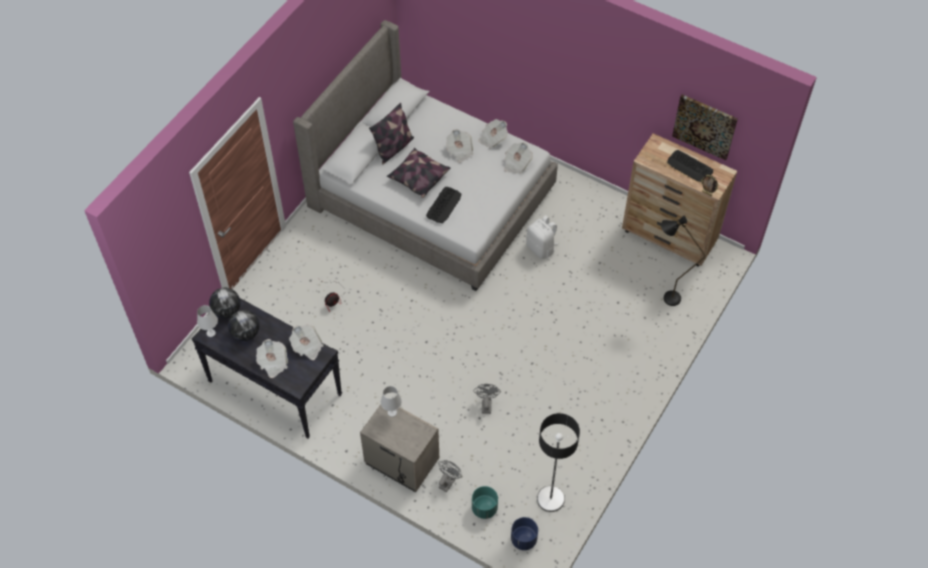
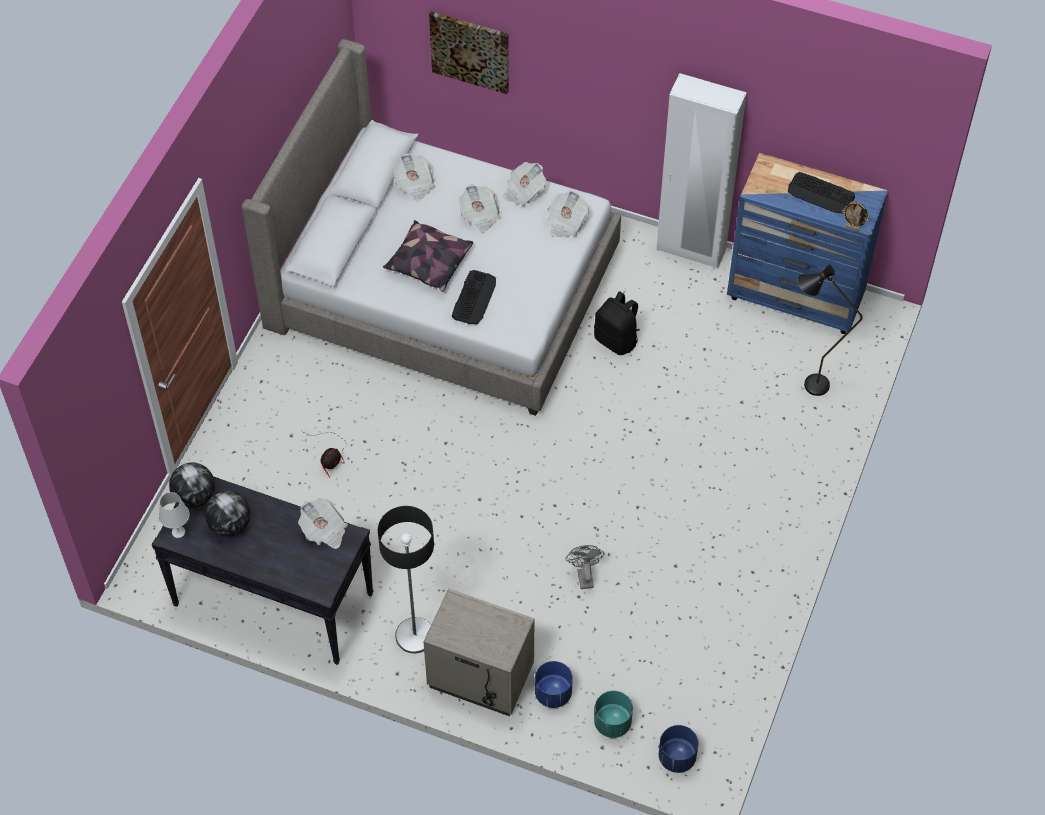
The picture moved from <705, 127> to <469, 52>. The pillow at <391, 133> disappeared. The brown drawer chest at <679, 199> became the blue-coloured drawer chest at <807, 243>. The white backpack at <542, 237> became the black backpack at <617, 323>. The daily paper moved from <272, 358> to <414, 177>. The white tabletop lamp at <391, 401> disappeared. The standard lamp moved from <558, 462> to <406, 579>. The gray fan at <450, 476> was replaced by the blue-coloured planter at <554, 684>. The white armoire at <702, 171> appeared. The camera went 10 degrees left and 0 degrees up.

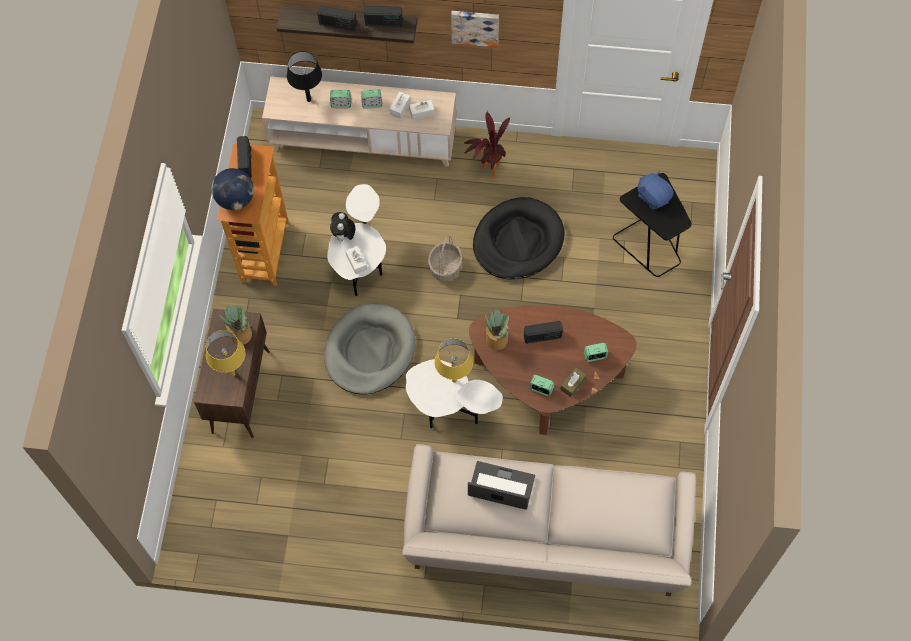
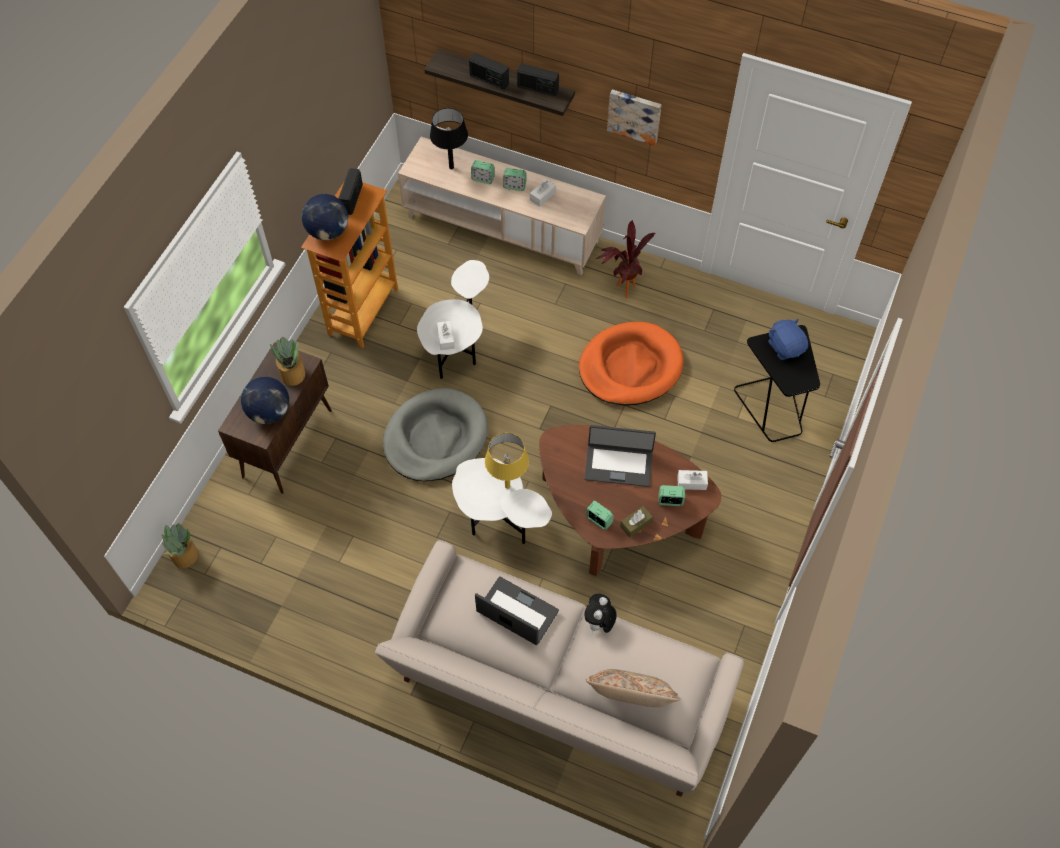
The white box of tissues moved from <422, 110> to <692, 480>. The black pet bed at <518, 238> became the orangey pet bed at <631, 364>. The cuddly toy moved from <342, 227> to <601, 613>. The storage basket at <445, 258> disappeared. The houseplant moved from <497, 330> to <180, 546>. The radio at <543, 332> was replaced by the portable computer at <620, 456>. The yellow tabletop lamp at <226, 353> was replaced by the world globe at <265, 400>. The beige pillow at <633, 688> appeared. The camera went 15 degrees right and 5 degrees down.

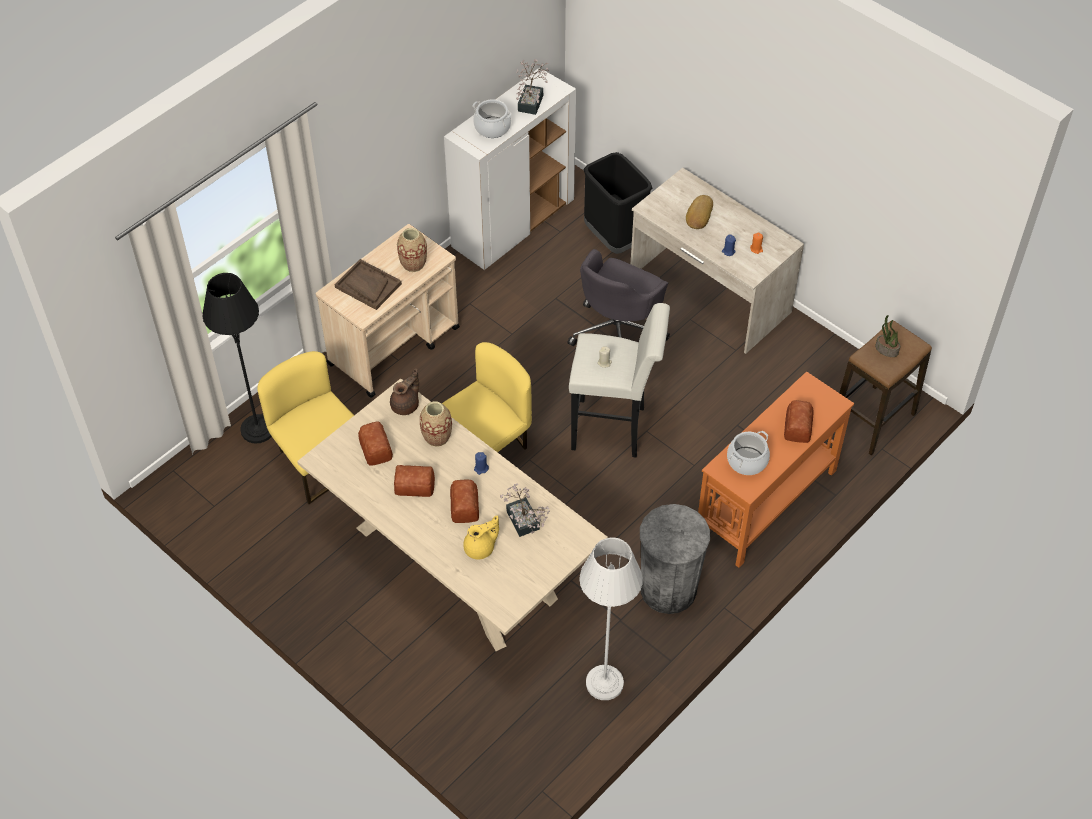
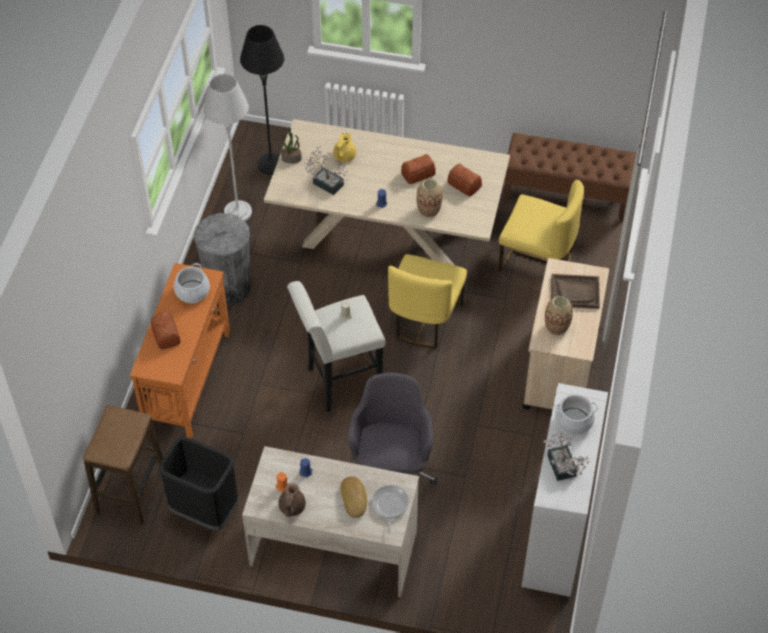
The black trash can moved from <618, 203> to <198, 483>. The black standard lamp moved from <237, 358> to <262, 100>. The houseplant moved from <887, 336> to <291, 145>. The brown pot for tea moved from <404, 392> to <292, 500>. The baked bread at <464, 501> disappeared. The brown indoor bench at <570, 177> appeared. The pan at <390, 509> appeared. The camera went 150 degrees right and 0 degrees up.

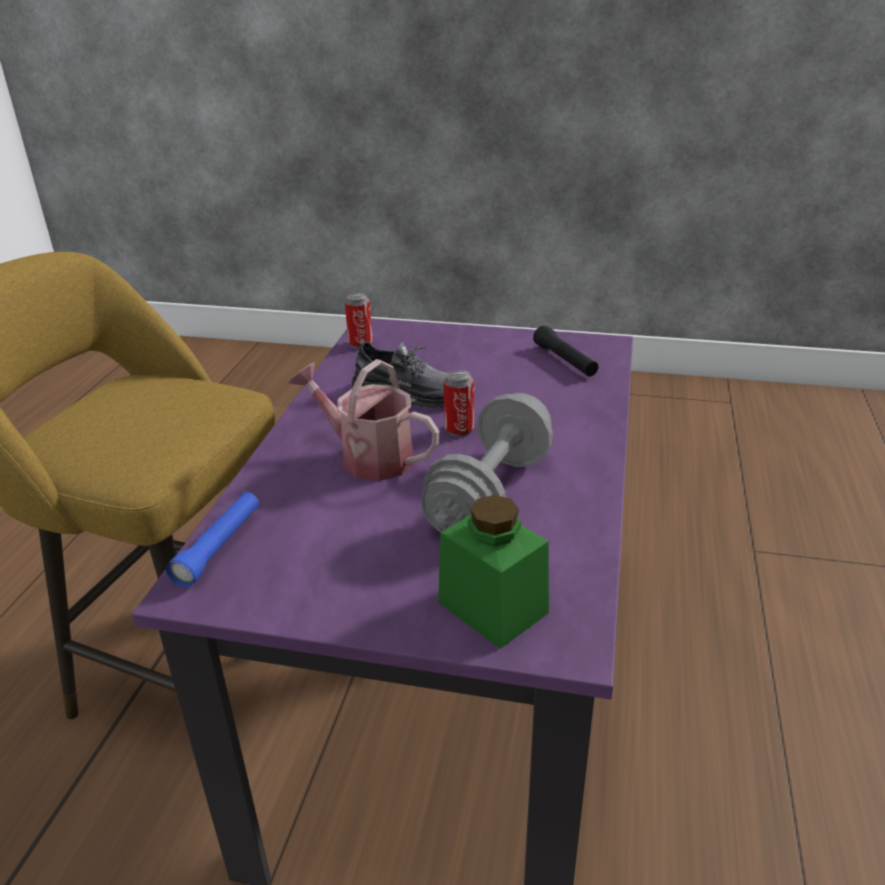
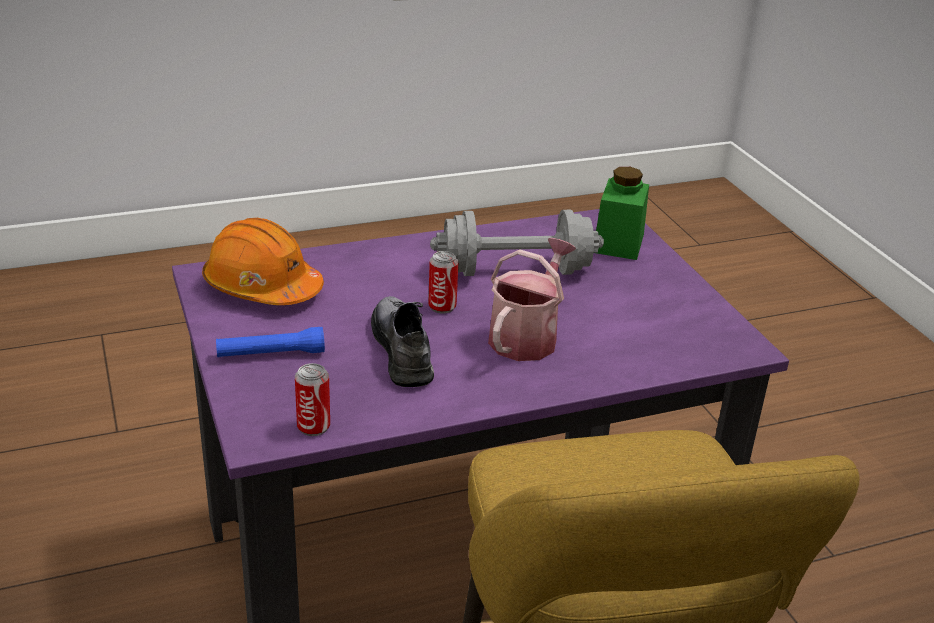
The black hand torch at <565, 351> was replaced by the orangey hard hat at <263, 261>. The watering can at <364, 420> turned 150 degrees counterclockwise. The blue-coloured hand torch moved from <212, 540> to <270, 342>. The camera went 125 degrees left and 0 degrees up.

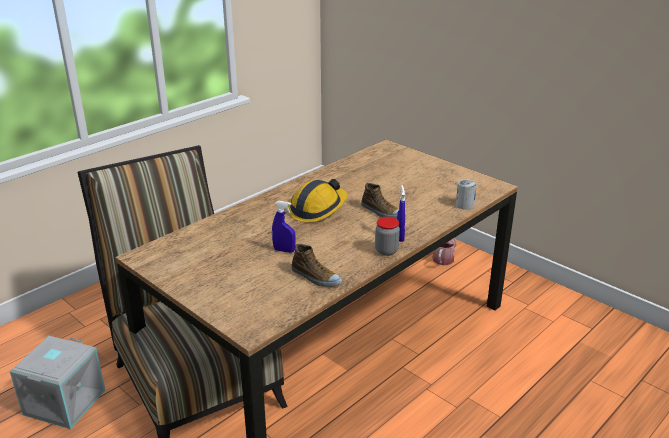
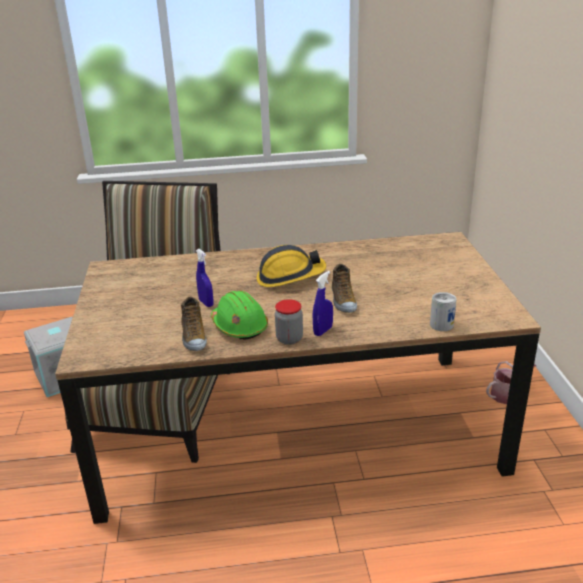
The green-coloured hard hat at <239, 315> appeared. The camera went 40 degrees right and 0 degrees up.

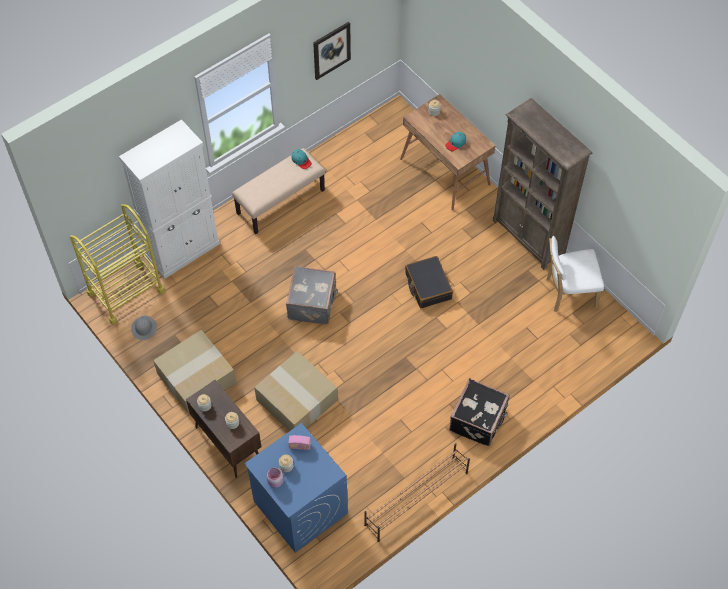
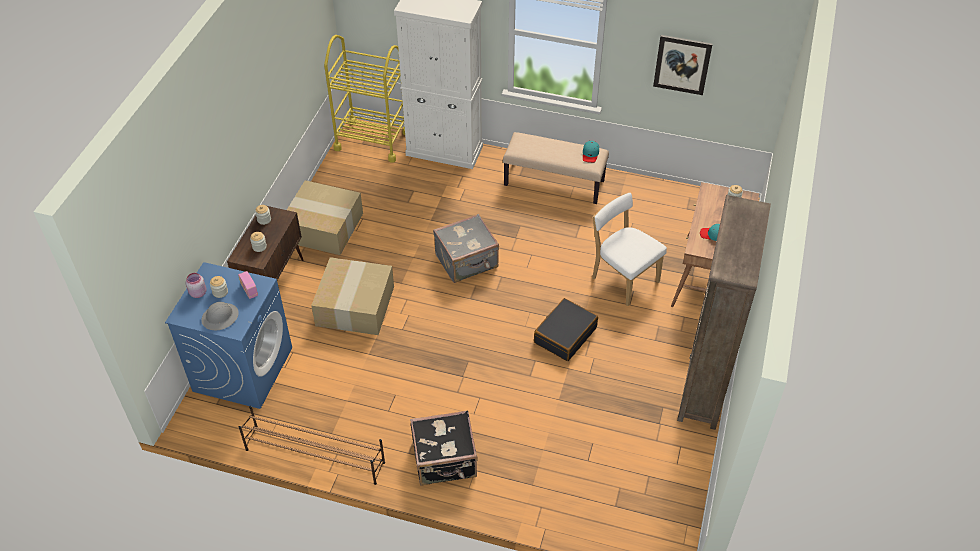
The white upright chair moved from <575, 274> to <629, 249>. The gray hard hat moved from <144, 328> to <220, 316>. The camera went 55 degrees right and 10 degrees down.

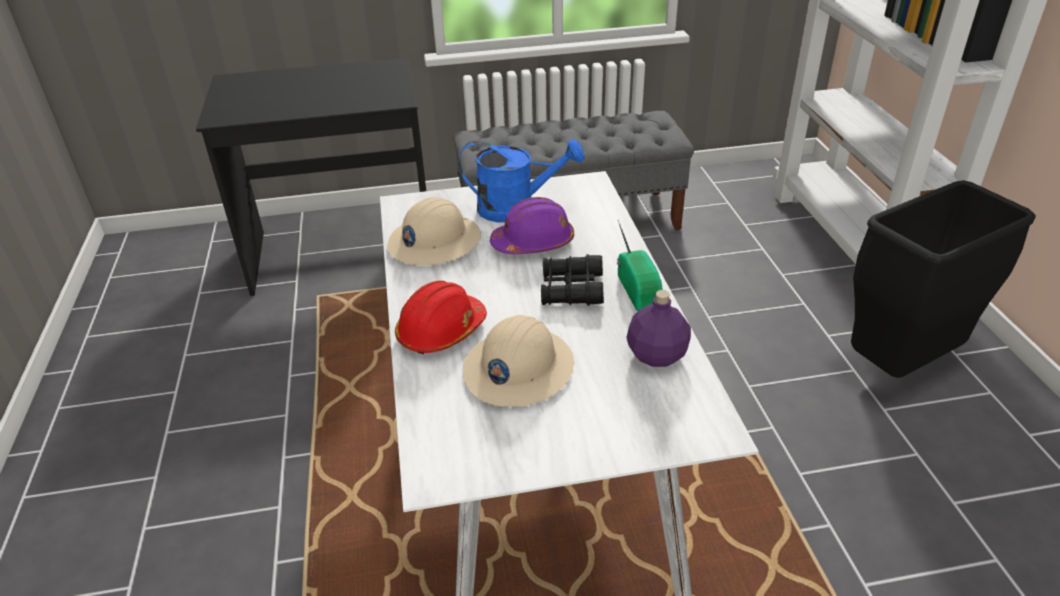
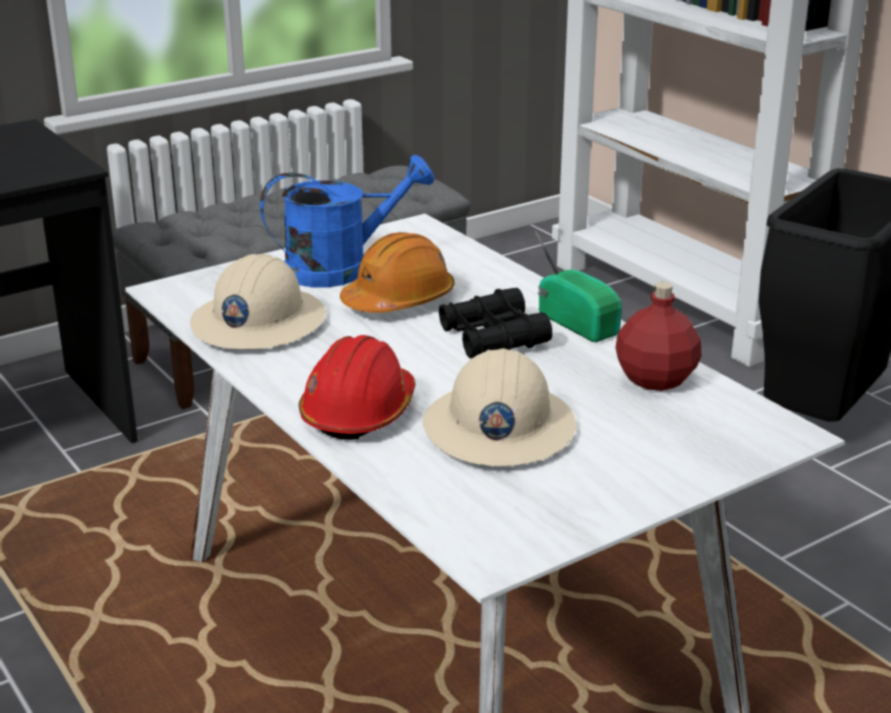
The purple-coloured hard hat at <532, 225> became the orangey hard hat at <397, 272>. The purple-coloured bottle at <658, 328> became the reddish bottle at <658, 336>. The camera went 25 degrees left and 10 degrees down.

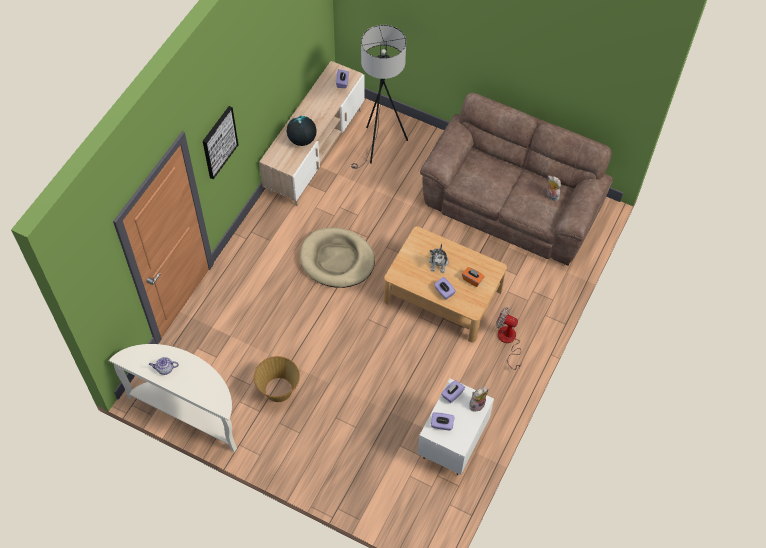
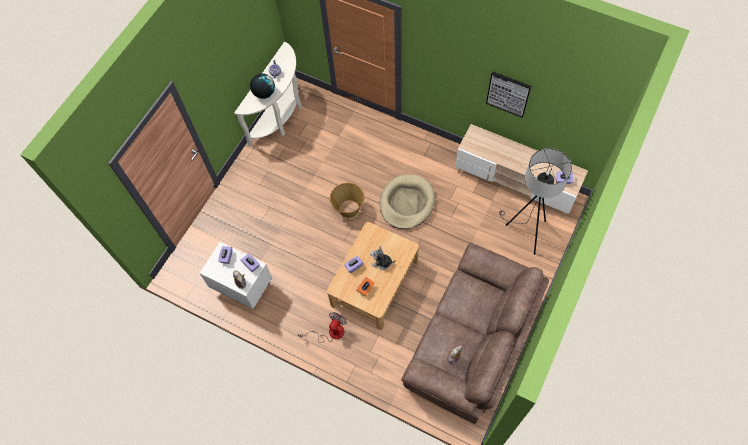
The picture moved from <220, 142> to <508, 95>. The world globe moved from <302, 131> to <262, 86>. The storage basket moved from <277, 379> to <347, 200>. The camera went 95 degrees right and 5 degrees up.

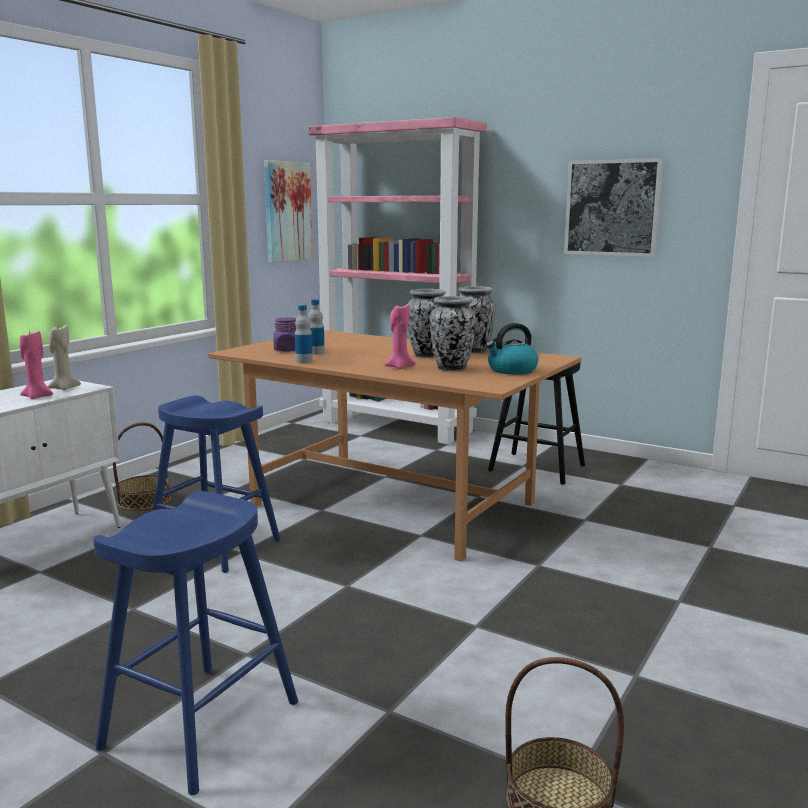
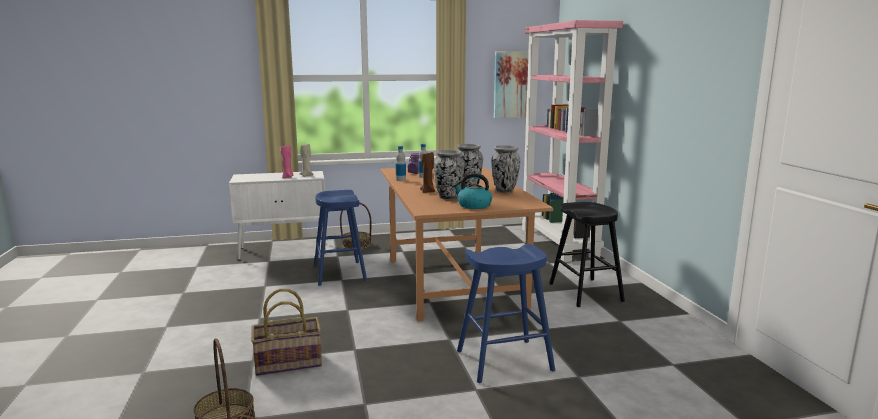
The picture at <613, 207> disappeared. The pink wax candle at <400, 336> became the brown wax candle at <427, 172>. The blue-coloured stool seat moved from <195, 643> to <506, 313>. The storage basket at <286, 332> appeared. The camera went 45 degrees right and 0 degrees up.

